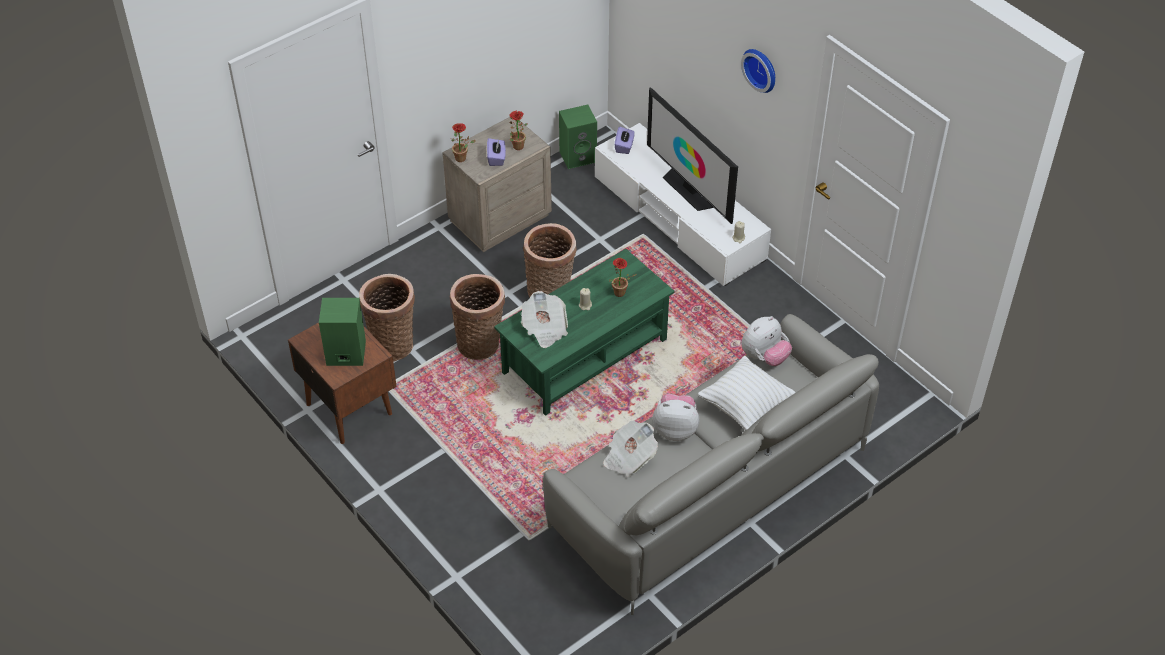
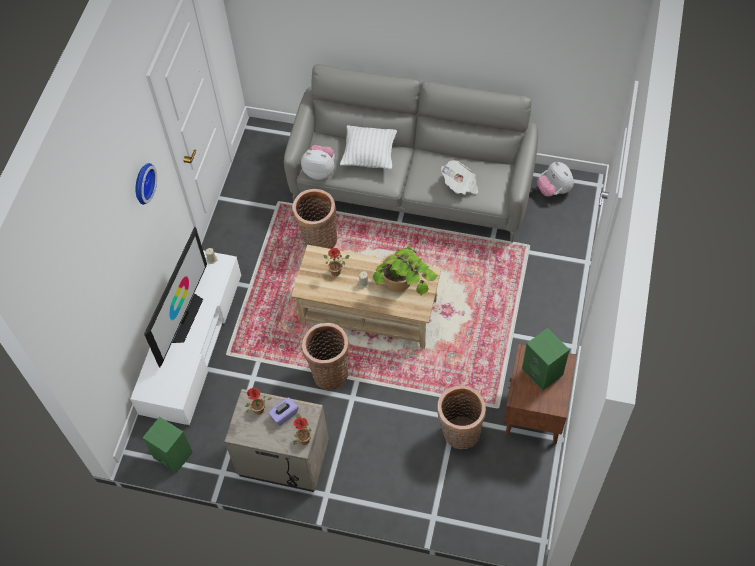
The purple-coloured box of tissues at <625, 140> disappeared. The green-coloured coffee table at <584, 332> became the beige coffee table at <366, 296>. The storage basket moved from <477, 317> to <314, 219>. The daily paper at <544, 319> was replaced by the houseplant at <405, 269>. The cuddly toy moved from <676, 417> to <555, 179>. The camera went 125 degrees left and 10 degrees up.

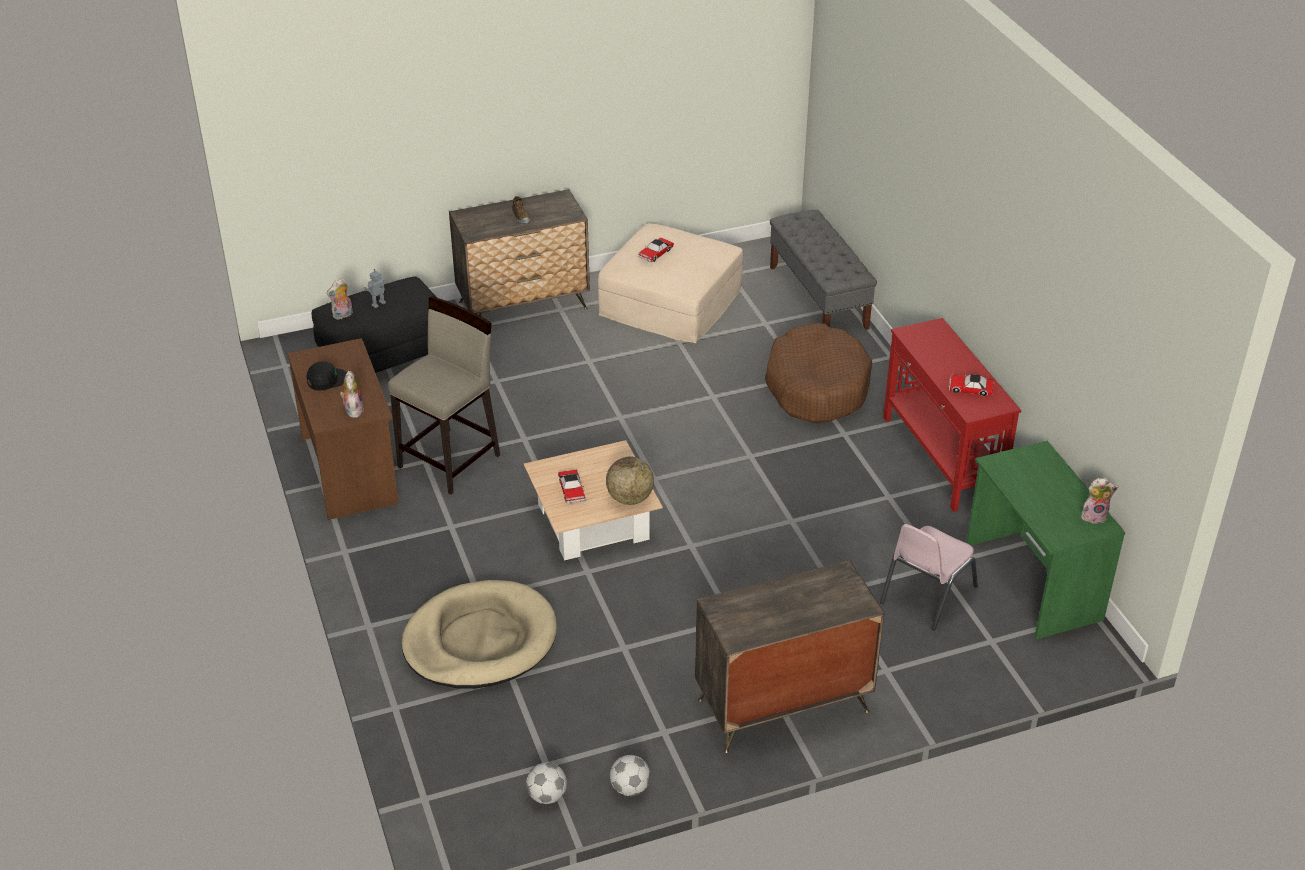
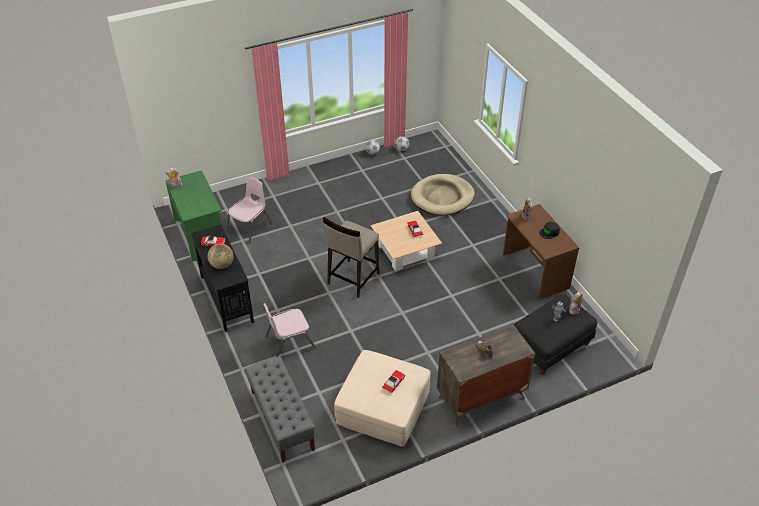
The beige stool seat moved from <444, 395> to <351, 257>. The reddish hall table at <952, 415> became the black hall table at <222, 278>. The brown pet bed at <818, 373> was replaced by the pink upright chair at <289, 330>. The world globe moved from <630, 480> to <221, 256>. The drawer chest at <789, 656> disappeared. The camera went 175 degrees right and 5 degrees up.

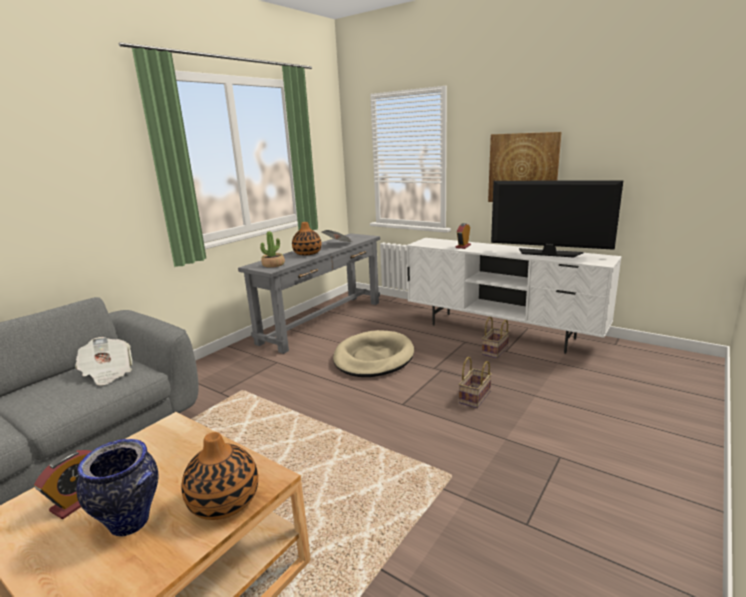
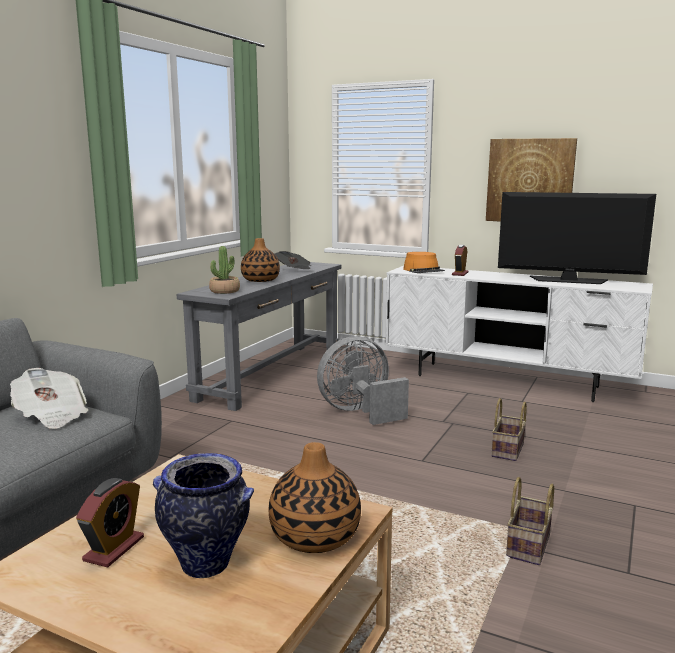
The storage basket moved from <496, 337> to <530, 521>. The beige pet bed at <373, 353> was replaced by the gray fan at <363, 380>. The orangey clothing hat at <424, 262> appeared. The camera went 10 degrees left and 5 degrees down.

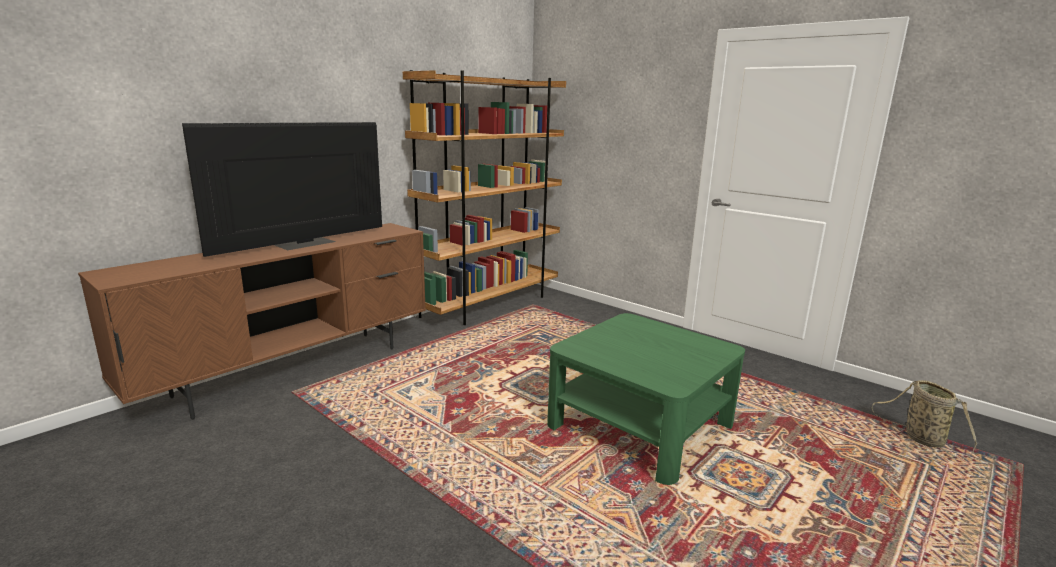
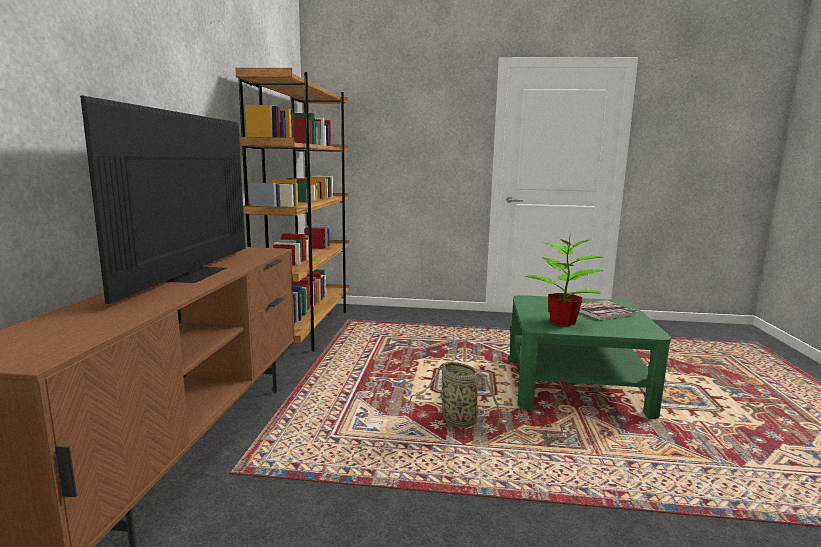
The storage basket moved from <924, 419> to <455, 396>. The houseplant at <564, 279> appeared. The volume at <608, 310> appeared. The camera went 35 degrees left and 5 degrees down.

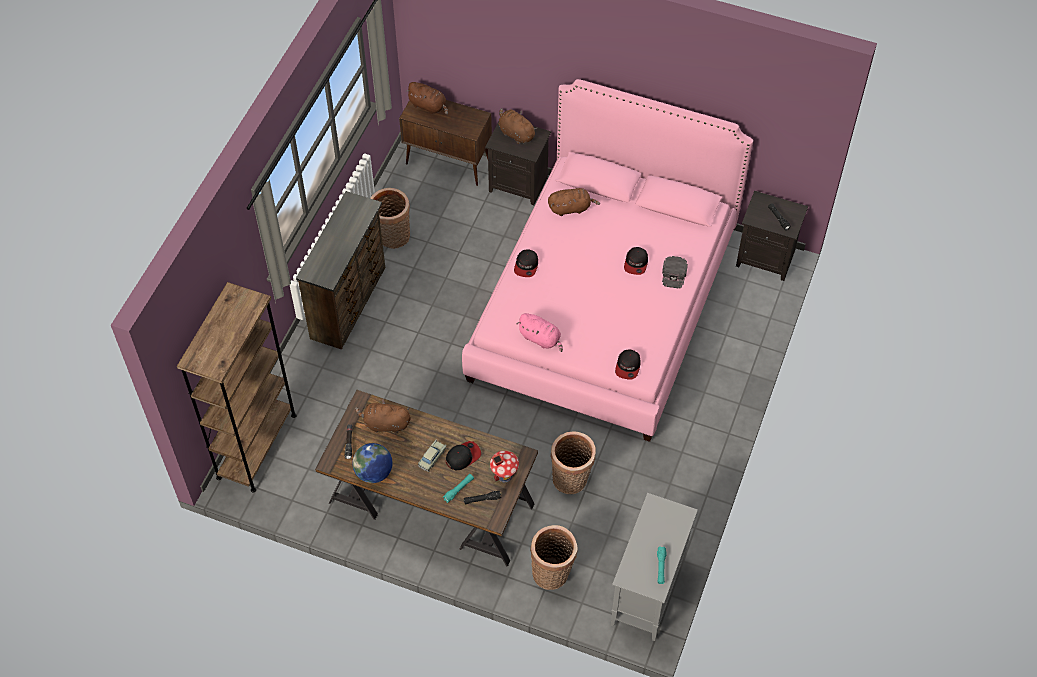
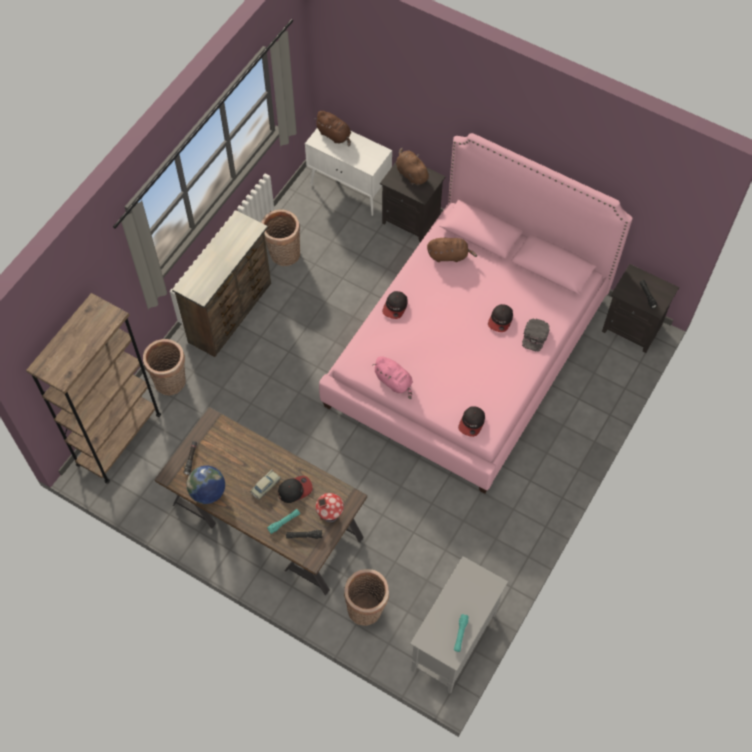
The brown cupboard at <445, 143> became the white cupboard at <348, 172>. The brown cuddly toy at <383, 417> disappeared. The storage basket moved from <573, 462> to <164, 367>. The camera went 10 degrees right and 5 degrees up.

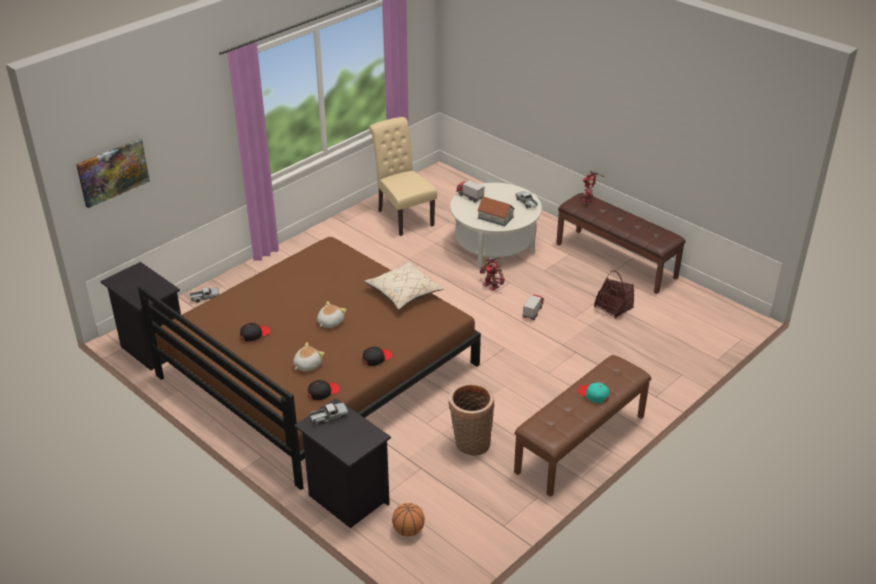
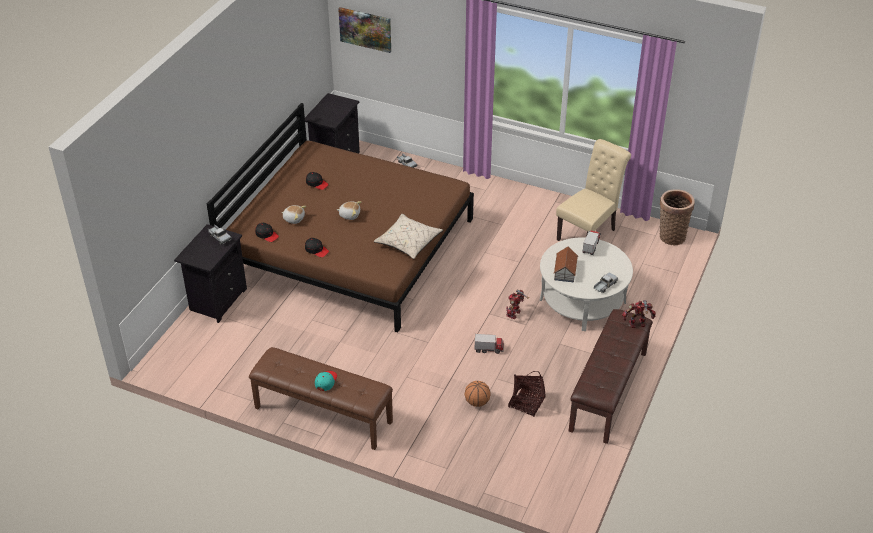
The storage basket moved from <471, 419> to <677, 217>. The ball for basketball moved from <408, 519> to <478, 394>. The camera went 70 degrees right and 5 degrees up.

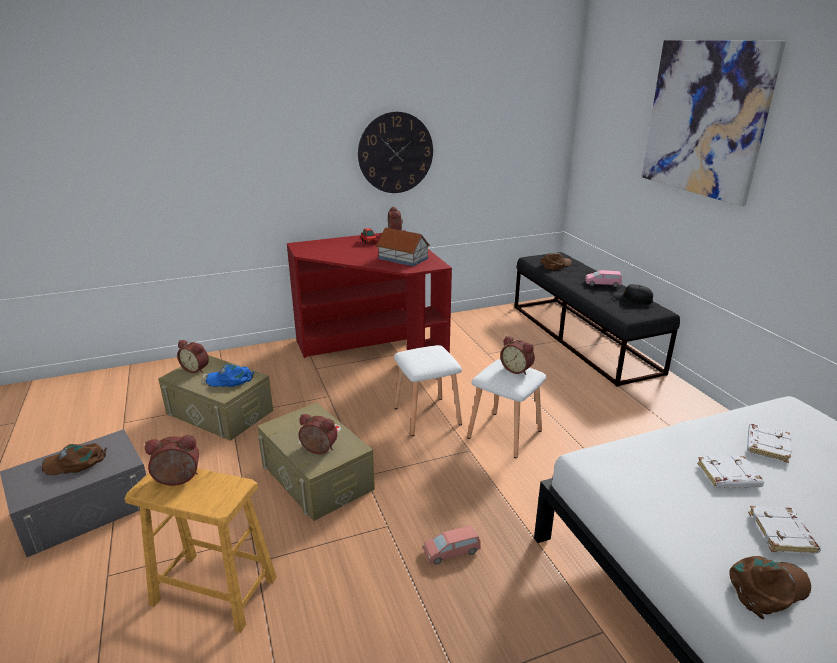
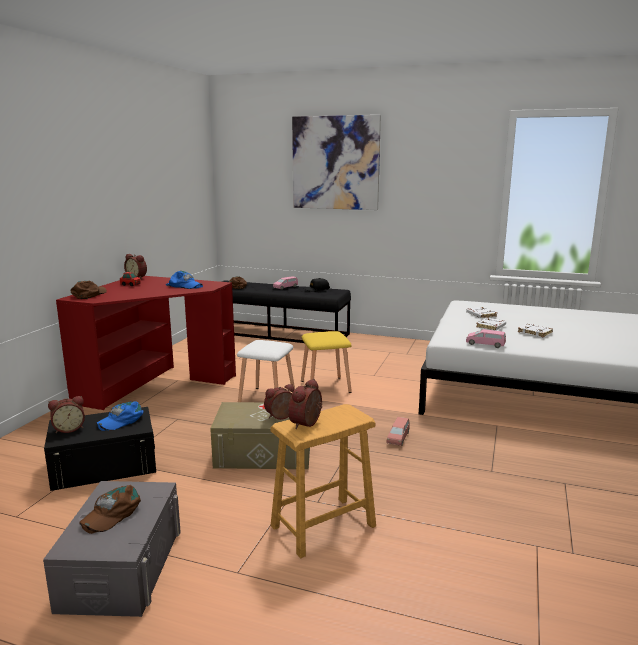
The hanging clock at <395, 152> disappeared. The model house at <403, 247> was replaced by the blue-coloured baseball cap at <184, 280>. The bedside clock at <517, 355> disappeared. The beige storage container at <215, 398> became the black storage container at <100, 449>. The white stool seat at <506, 408> became the yellow stool seat at <326, 362>. The brown baseball cap moved from <770, 587> to <89, 290>. The pink miniature car at <486, 338> appeared. The camera went 50 degrees left and 10 degrees down.

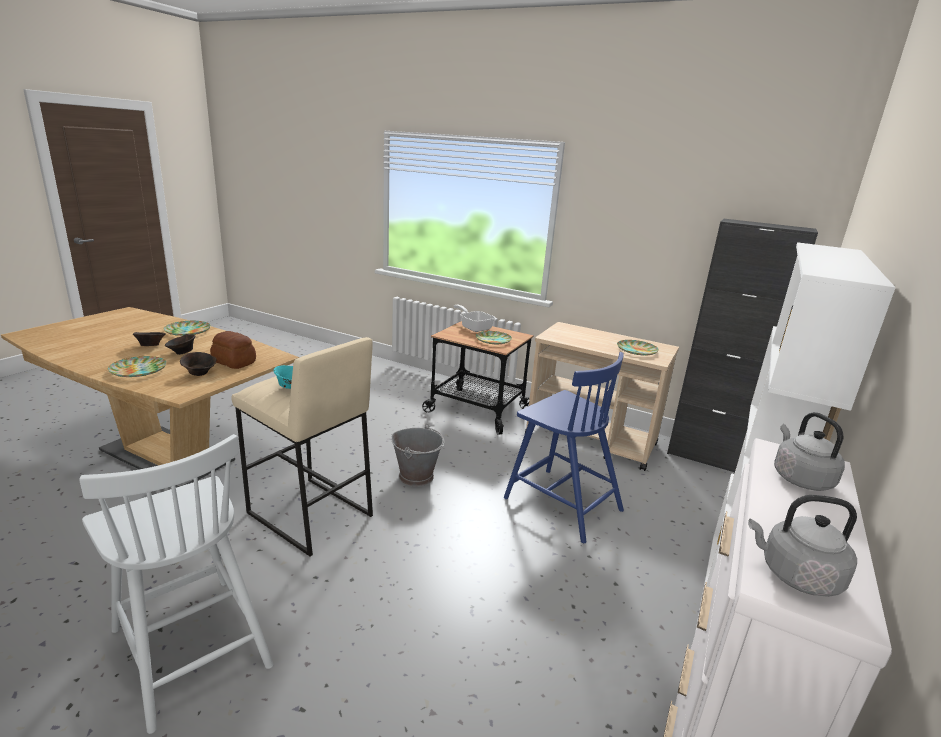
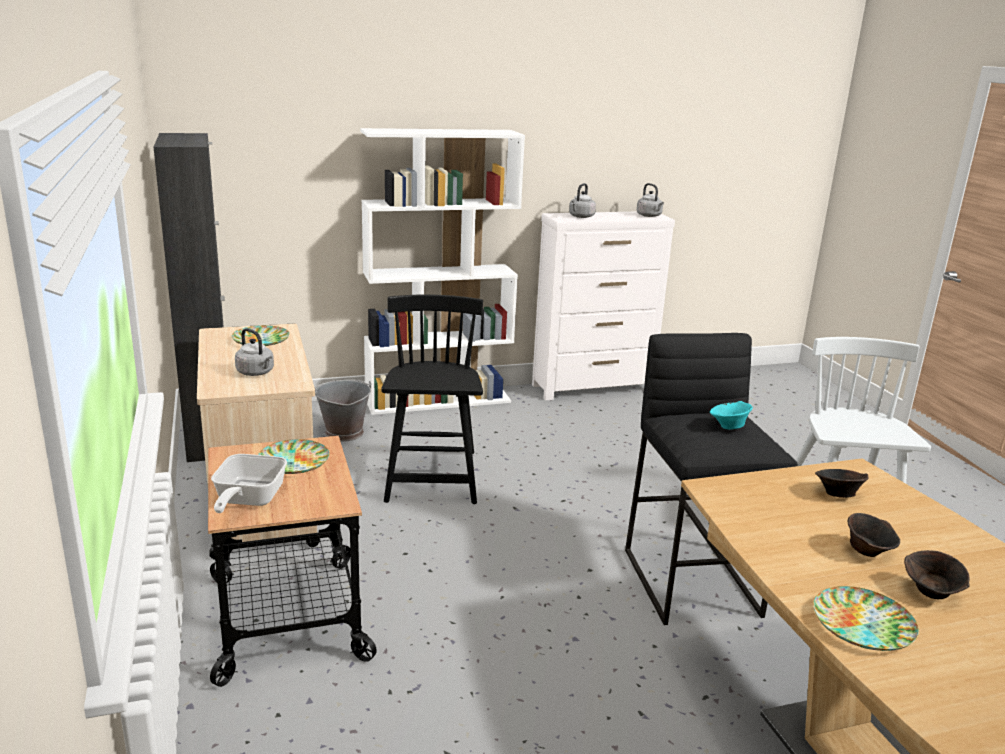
The baked bread at <233, 350> disappeared. The beige stool seat at <302, 447> became the black stool seat at <711, 479>. The blue-coloured upright chair at <564, 447> became the black upright chair at <432, 399>. The plate at <137, 366> disappeared. The gray water bucket moved from <418, 455> to <343, 411>. The gray tea kettle at <254, 352> appeared. The camera went 135 degrees left and 0 degrees up.

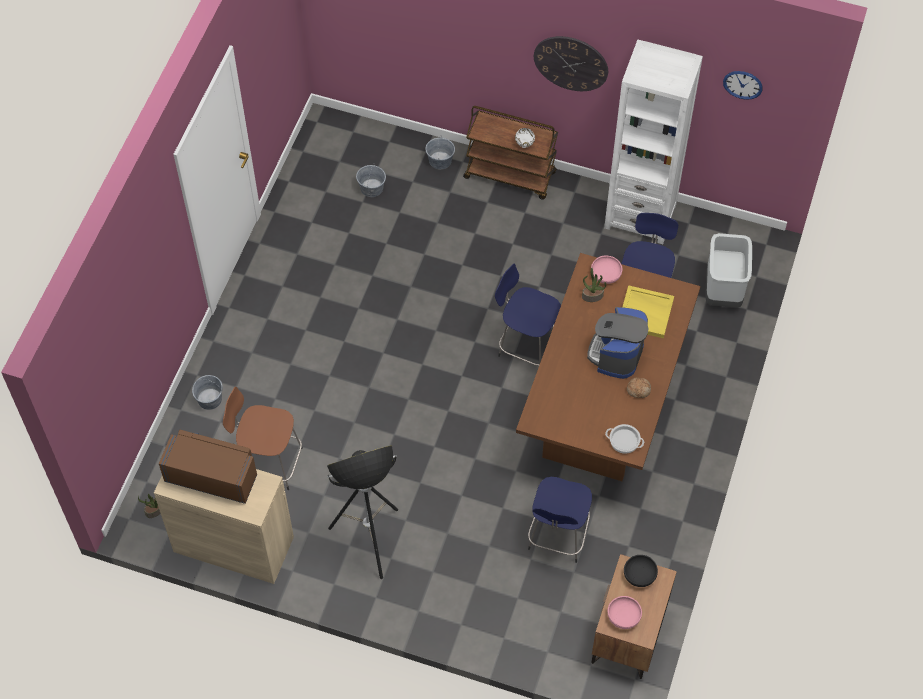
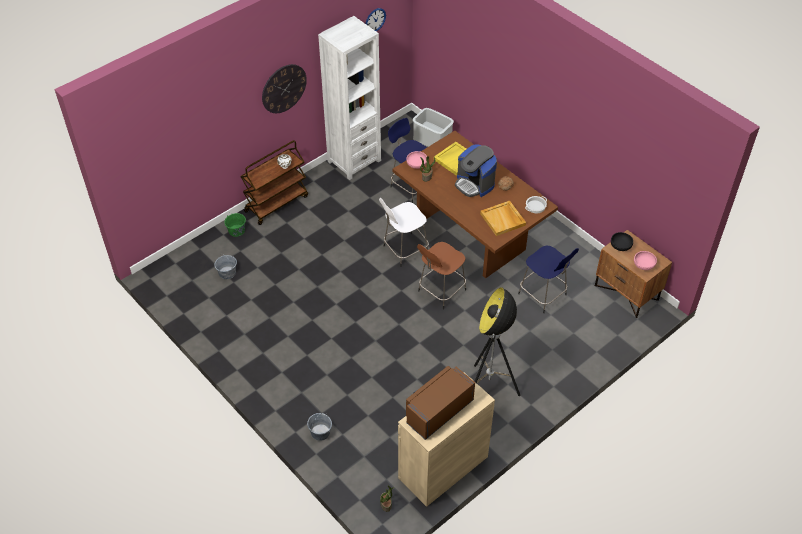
The gray water bucket at <440, 152> became the green-coloured water bucket at <235, 225>. The blue-coloured stool seat at <528, 315> became the white stool seat at <404, 232>. The brown stool seat moved from <263, 438> to <441, 275>. The beige carrying tray at <503, 218> appeared. The camera went 60 degrees left and 10 degrees down.

